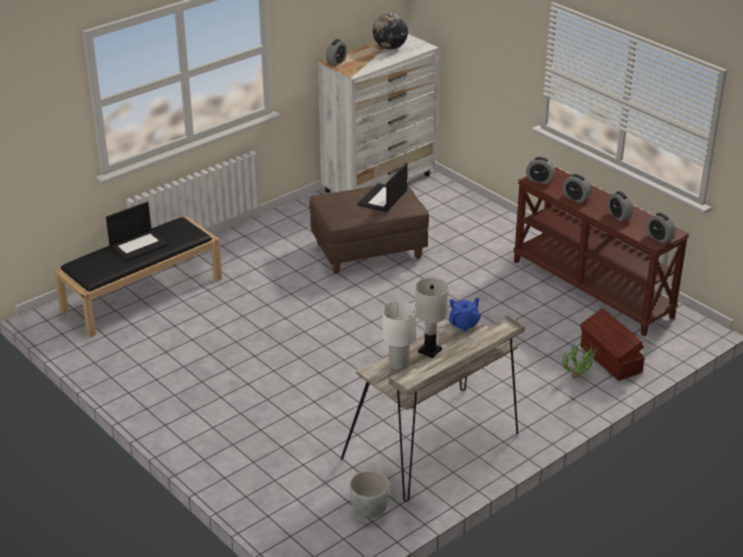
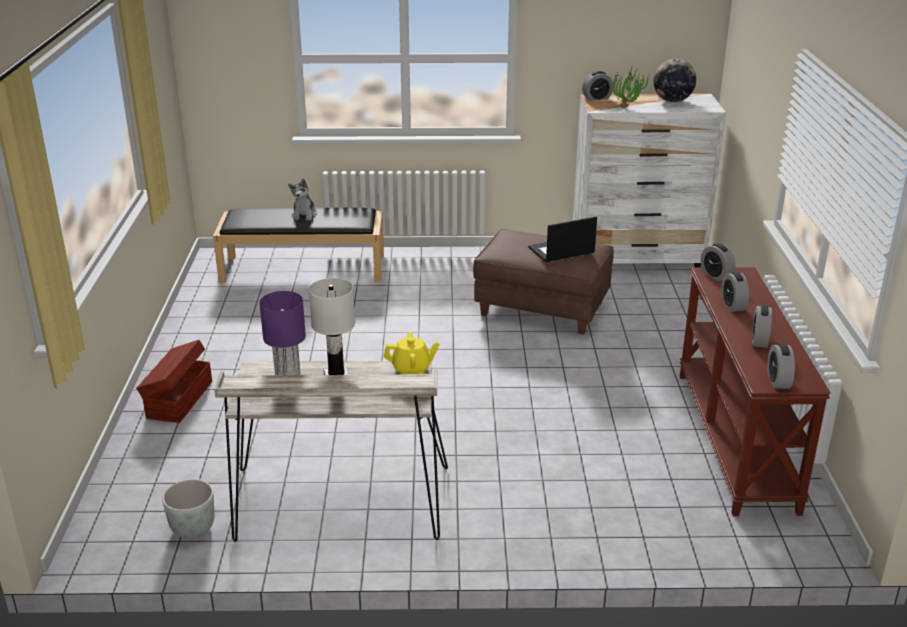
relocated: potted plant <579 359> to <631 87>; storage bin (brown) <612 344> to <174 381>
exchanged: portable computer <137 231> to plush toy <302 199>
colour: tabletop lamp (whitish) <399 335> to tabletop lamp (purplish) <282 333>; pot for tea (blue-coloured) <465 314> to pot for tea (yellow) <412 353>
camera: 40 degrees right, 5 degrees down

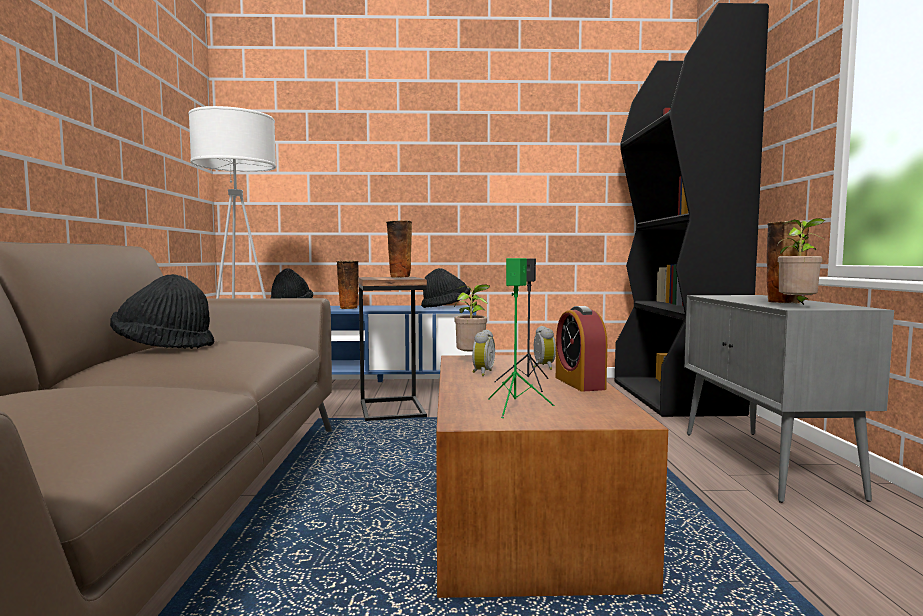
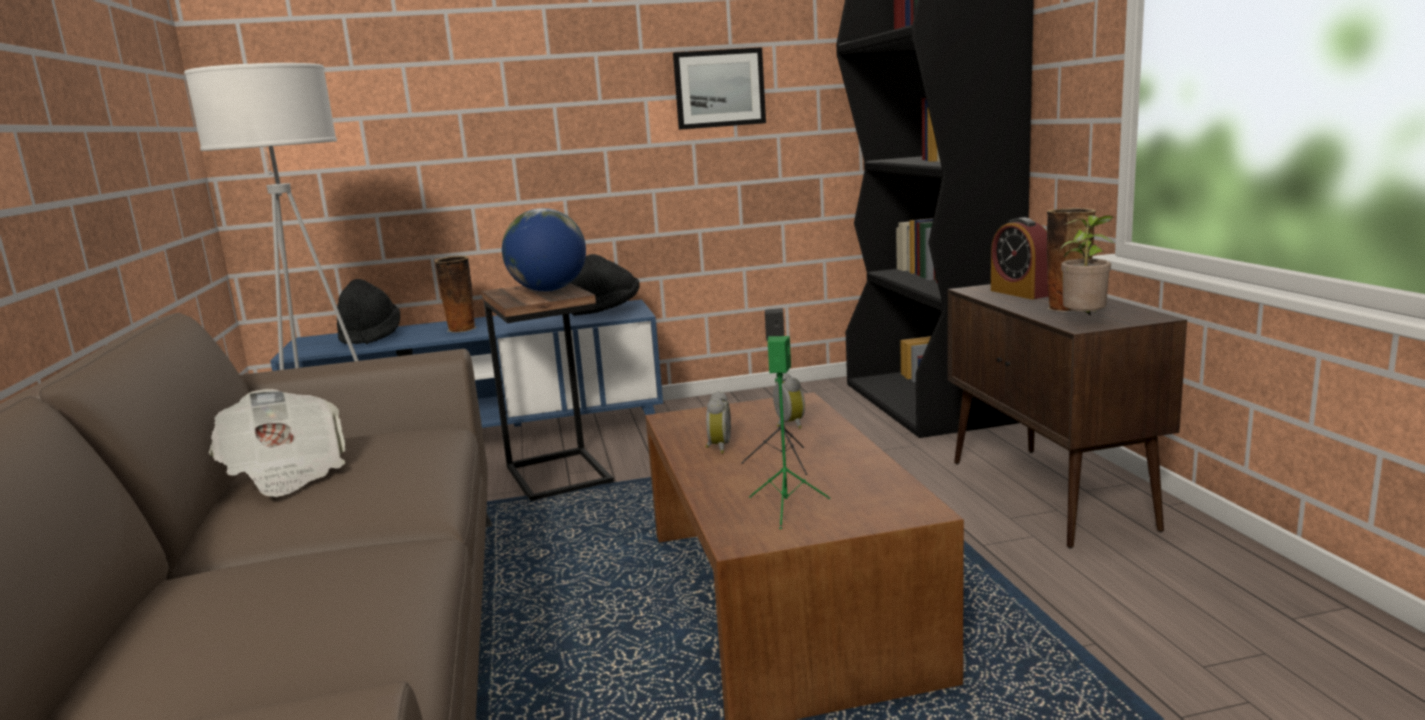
missing: potted plant <472 318>
appeared: picture <719 88>
relocated: table clock <581 348> to <1020 258>
exchanged: hat (black) <162 311> to daily paper <277 443>; vase <399 249> to desk globe <544 250>
colour: cabinet (grey) <789 399> to cabinet (brown) <1067 416>
camera: 10 degrees left, 10 degrees up

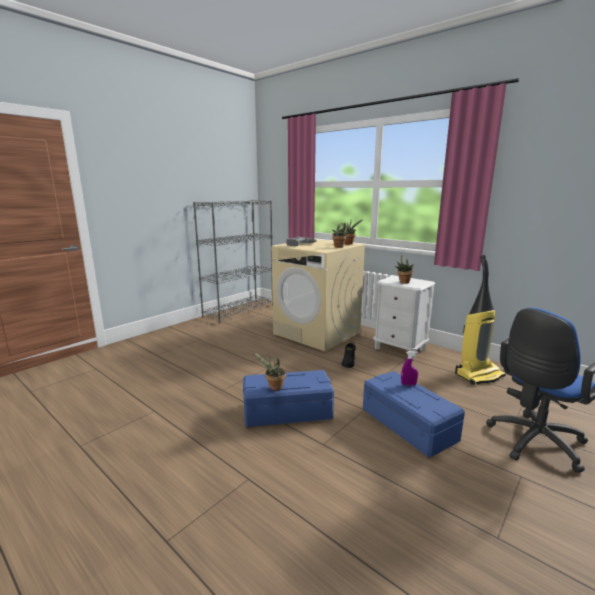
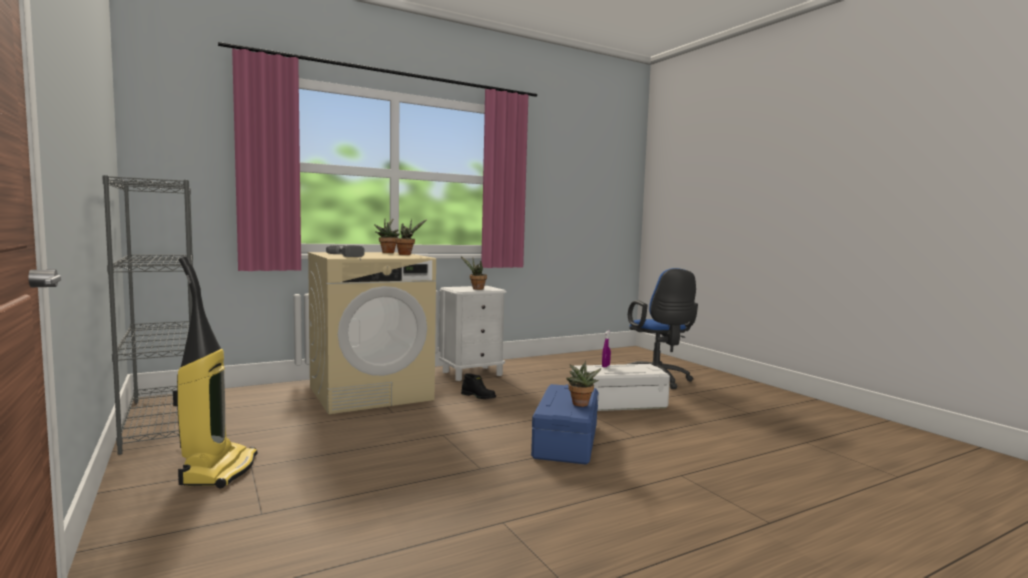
relocated: hoover <480 320> to <215 372>
colour: storage bin (blue-coloured) <414 414> to storage bin (whitish) <621 387>
camera: 70 degrees left, 10 degrees down

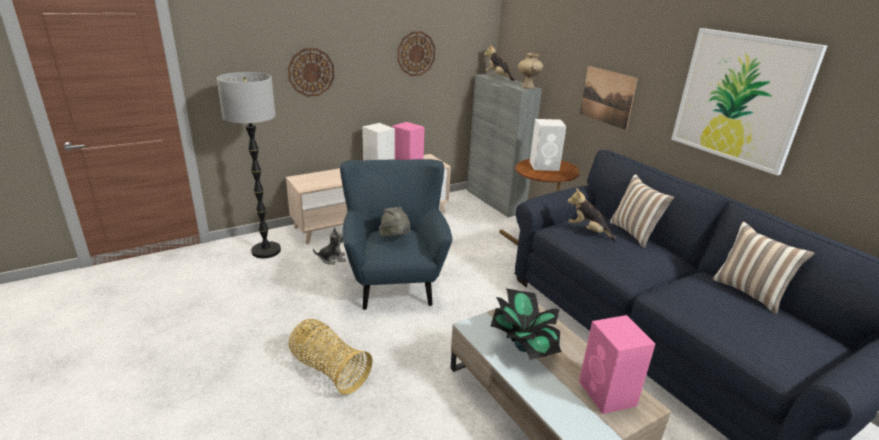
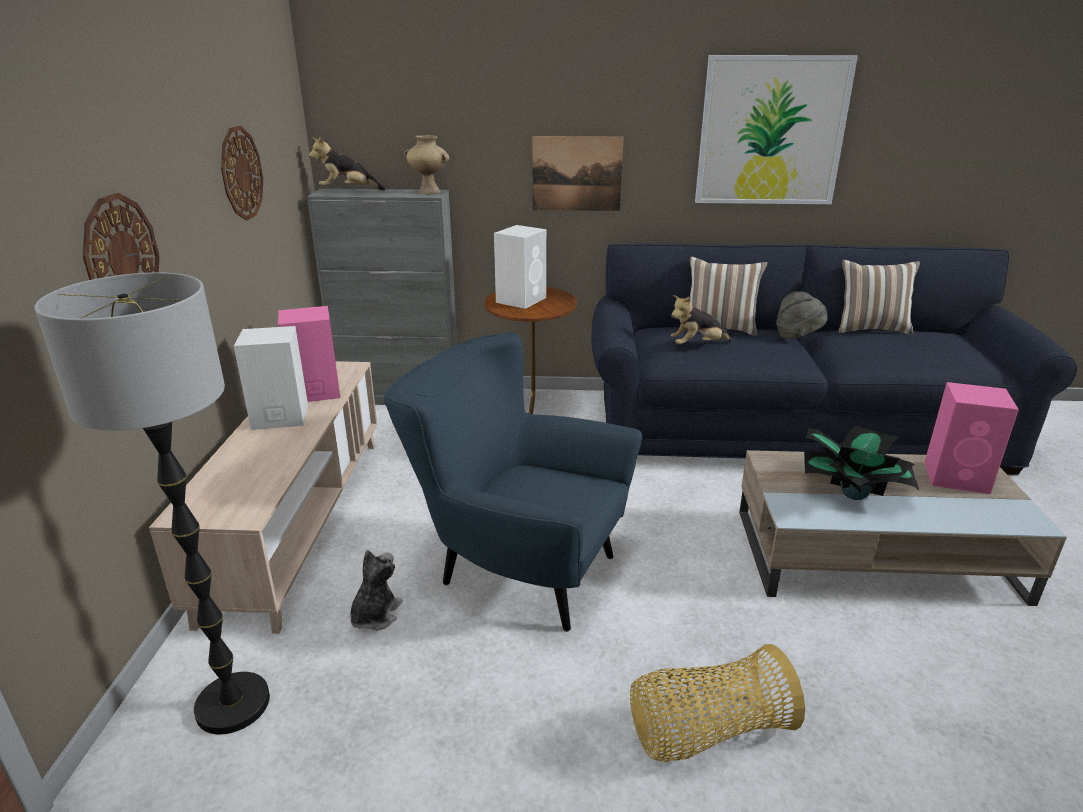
relocated: hat (grey) <394 221> to <802 315>
camera: 55 degrees left, 0 degrees up

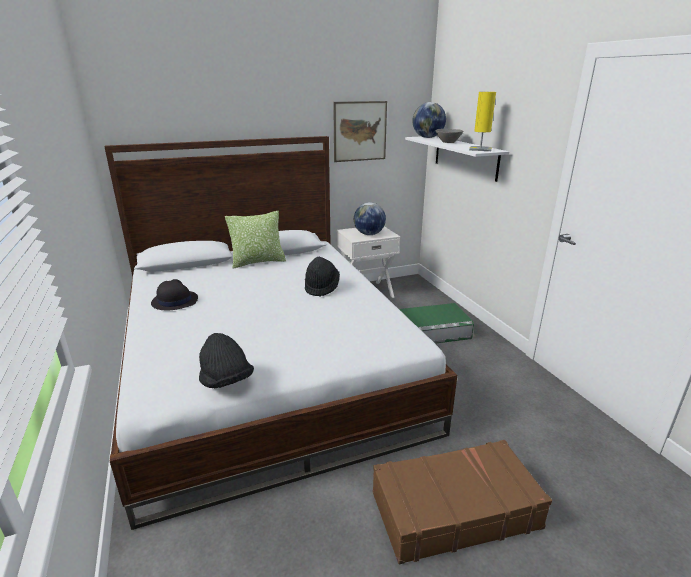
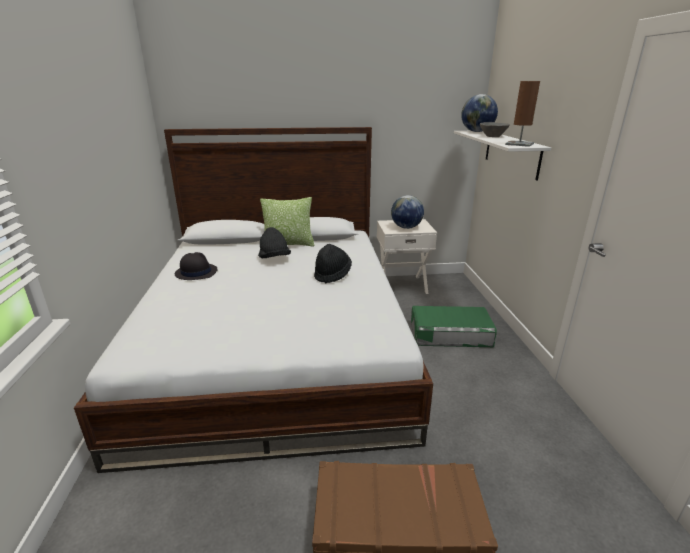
missing: picture <360 131>
relocated: hat (black) <226 360> to <274 242>
colour: tabletop lamp (yellow) <482 121> to tabletop lamp (brown) <522 114>
camera: 15 degrees right, 0 degrees up

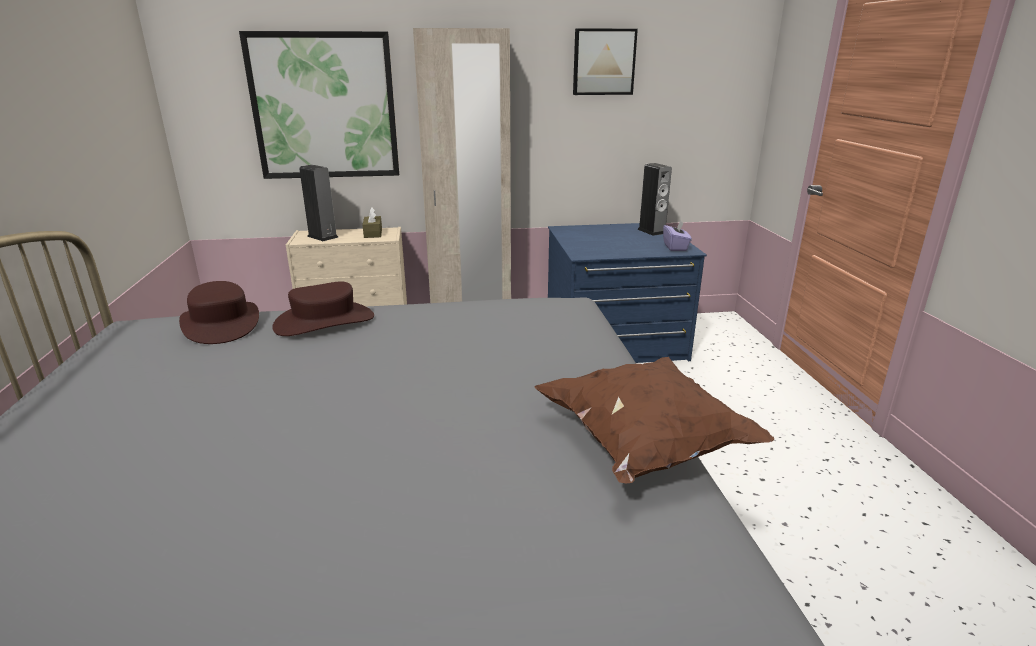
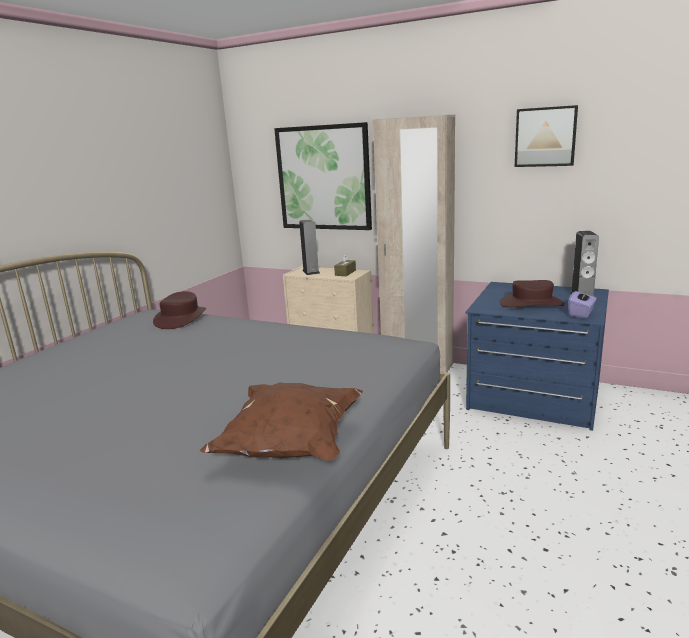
relocated: hat (brown) <323 308> to <532 293>
camera: 35 degrees right, 5 degrees down

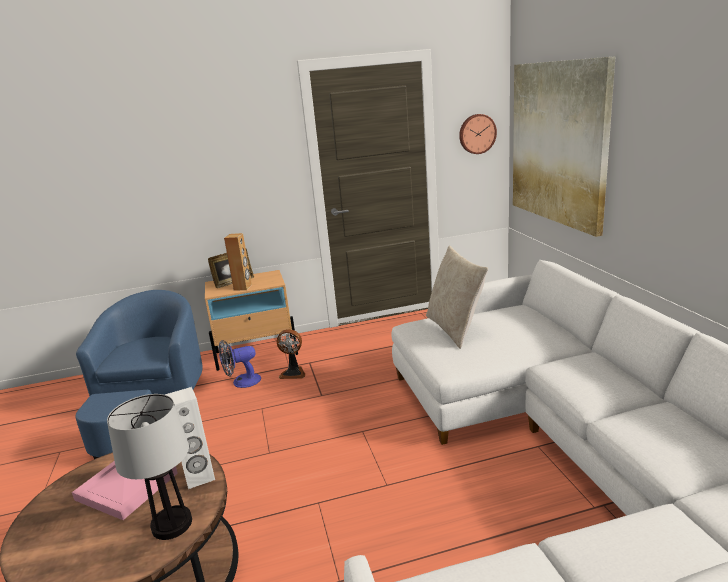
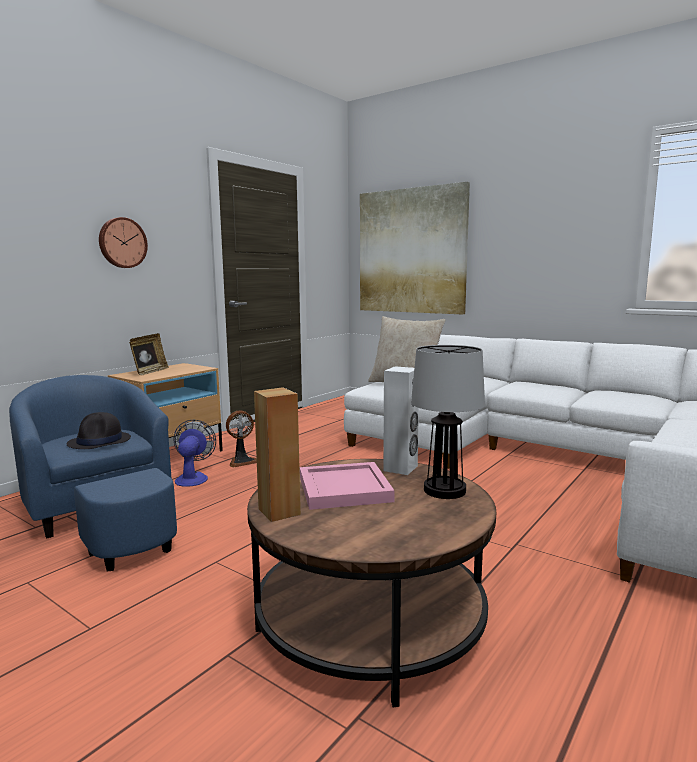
appeared: hat (black) <99 430>
relocated: loudspeaker (brown) <238 262> to <277 454>; hanging clock <478 134> to <123 242>
spun: fan <240 364> = <194 453> 150 degrees clockwise
camera: 40 degrees left, 10 degrees down

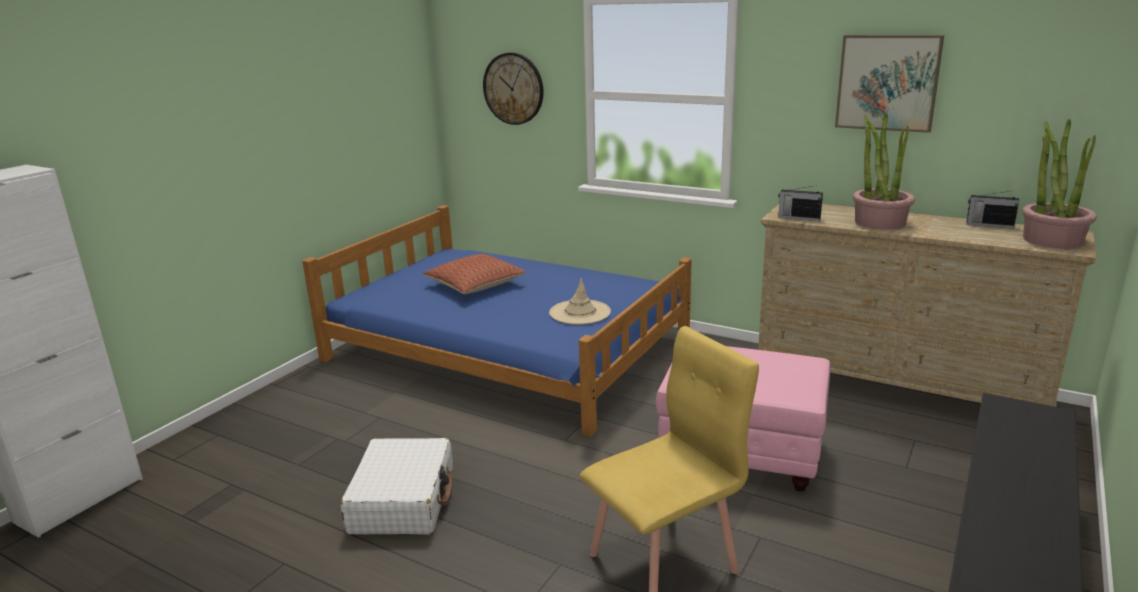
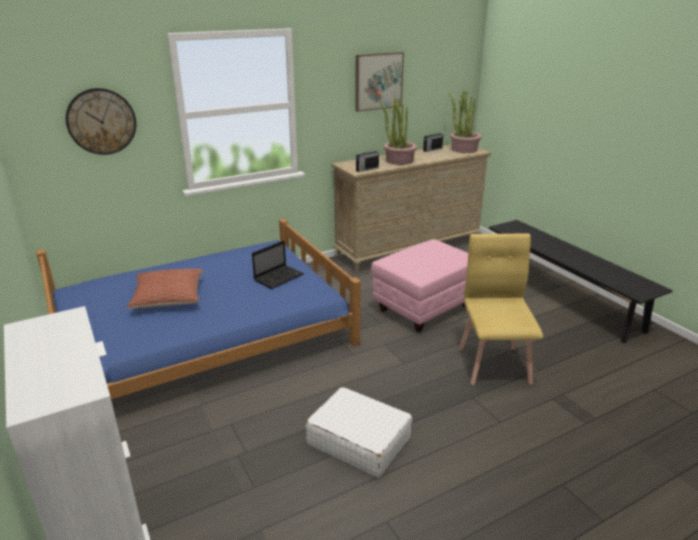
exchanged: hat (sand-coloured) <580 301> to portable computer <278 264>
camera: 60 degrees left, 5 degrees up

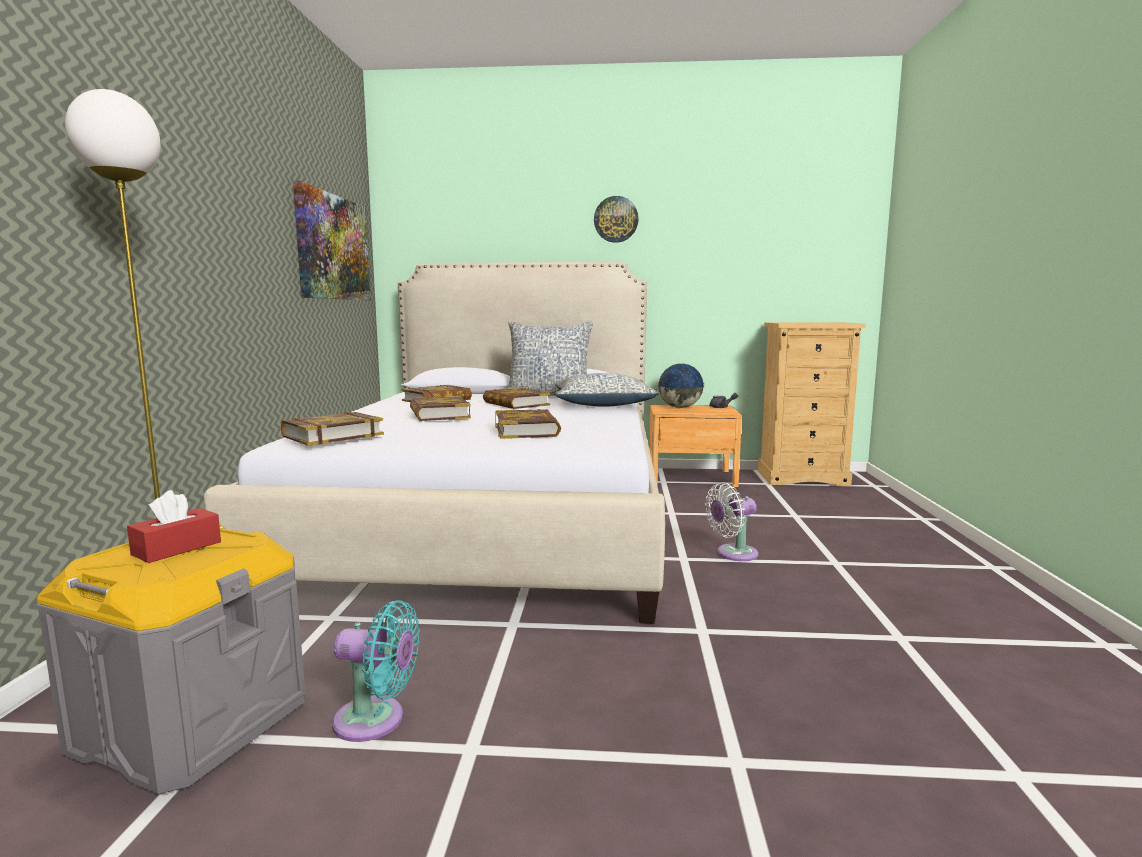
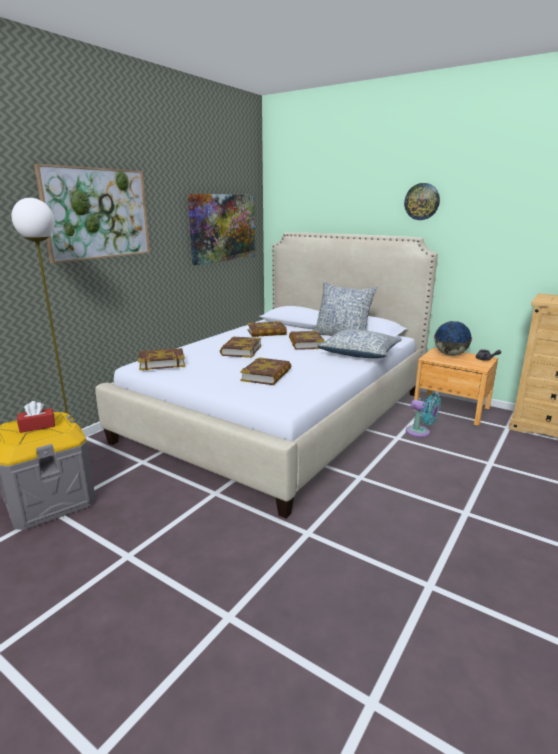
missing: fan (whitish) <732 522>
appeared: picture <92 213>
relocated: fan (blue-green) <376 671> to <423 415>
camera: 30 degrees right, 10 degrees up

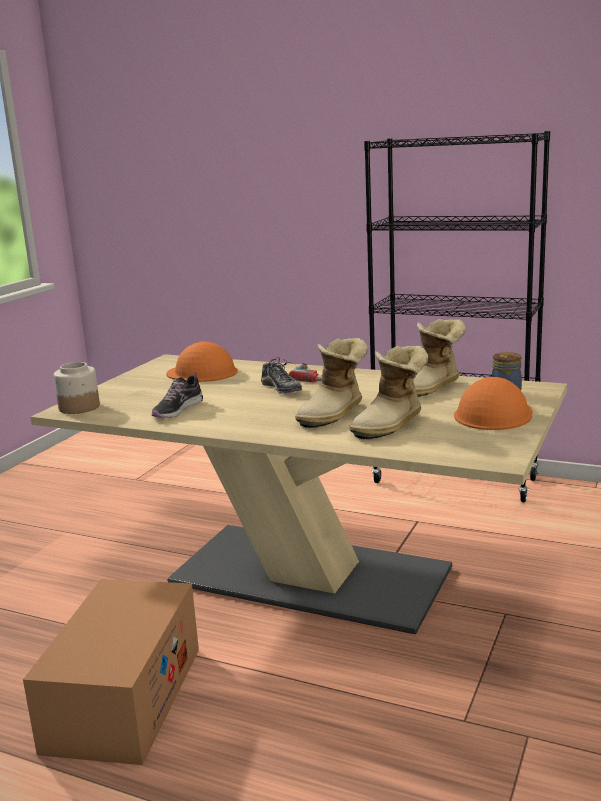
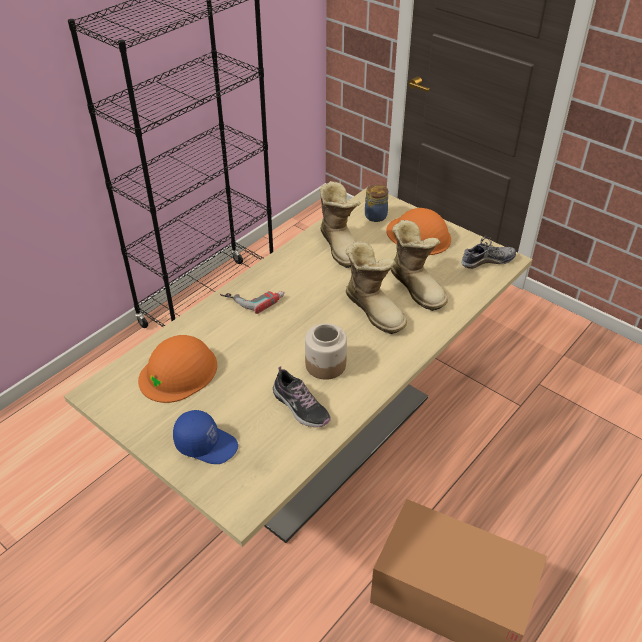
appeared: peaked cap (blue-coloured) <205 437>
relocated: jar <77 388> to <326 351>; item of footwear <281 375> to <488 252>
camera: 75 degrees left, 25 degrees up

